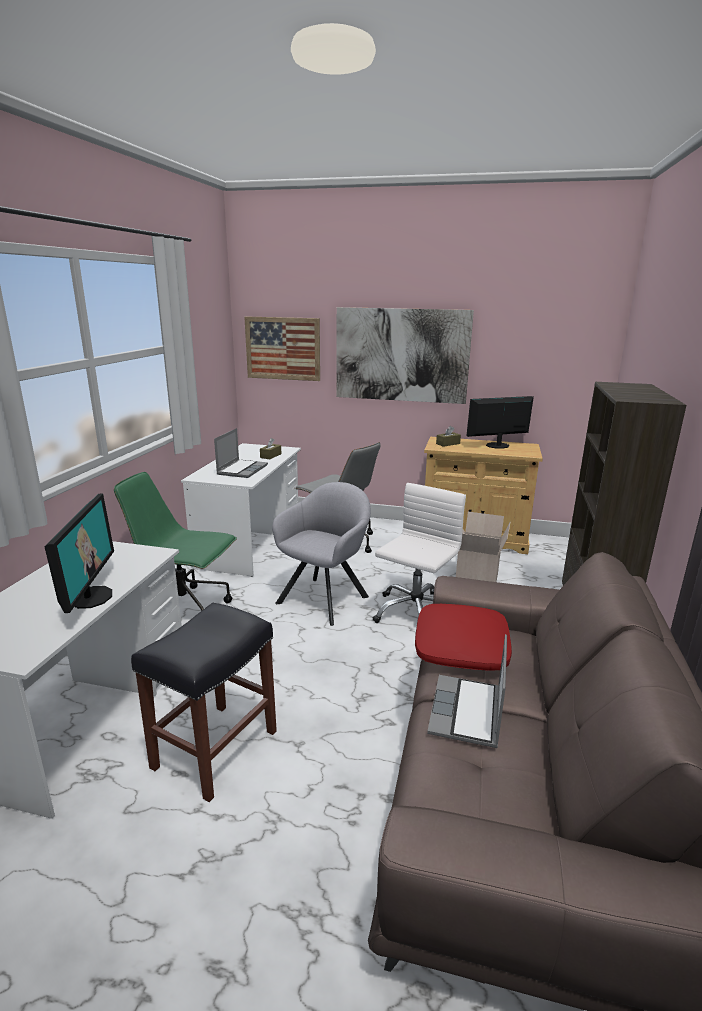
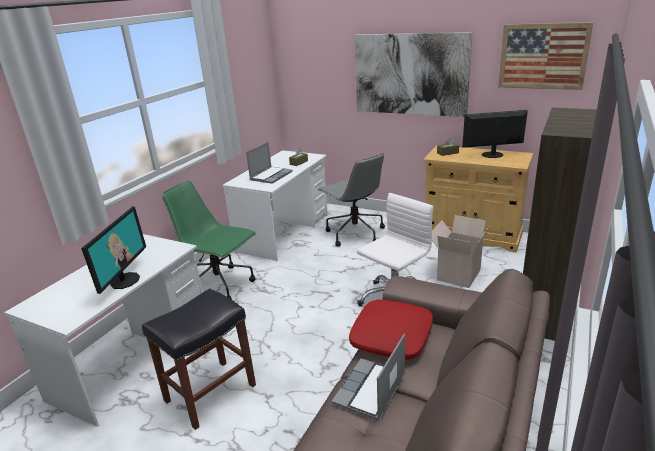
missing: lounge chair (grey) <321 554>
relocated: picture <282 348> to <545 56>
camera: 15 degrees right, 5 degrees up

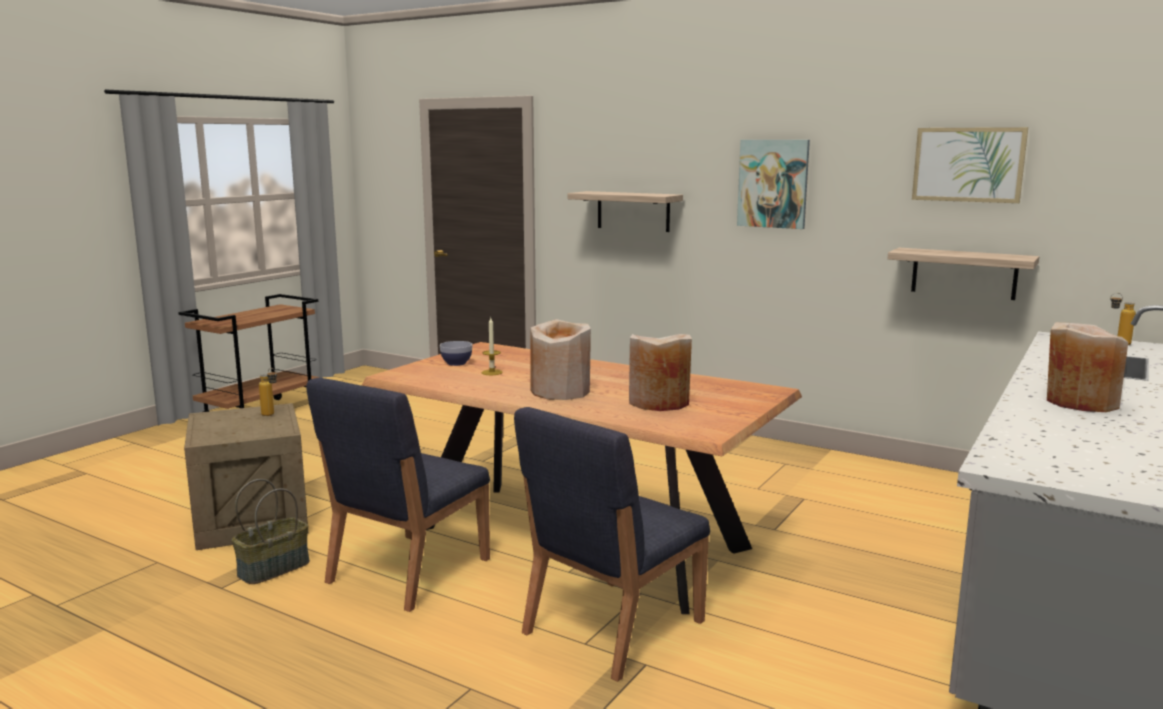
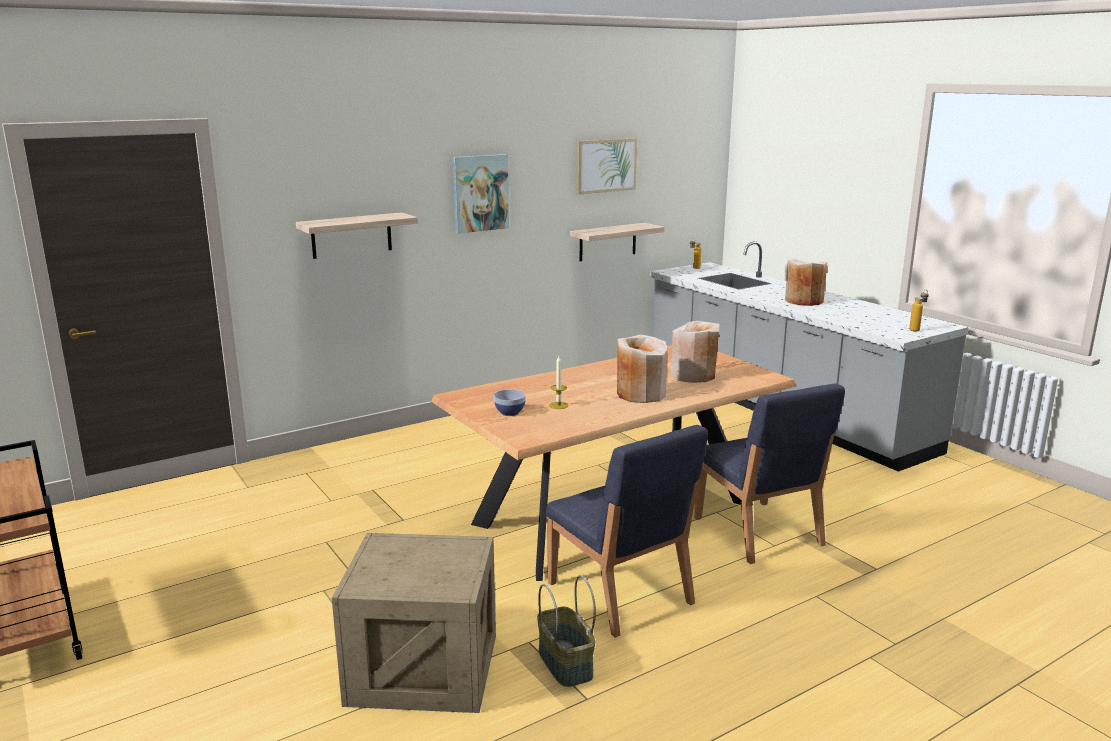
relocated: drink bottle <268 392> to <919 311>
camera: 65 degrees left, 5 degrees up

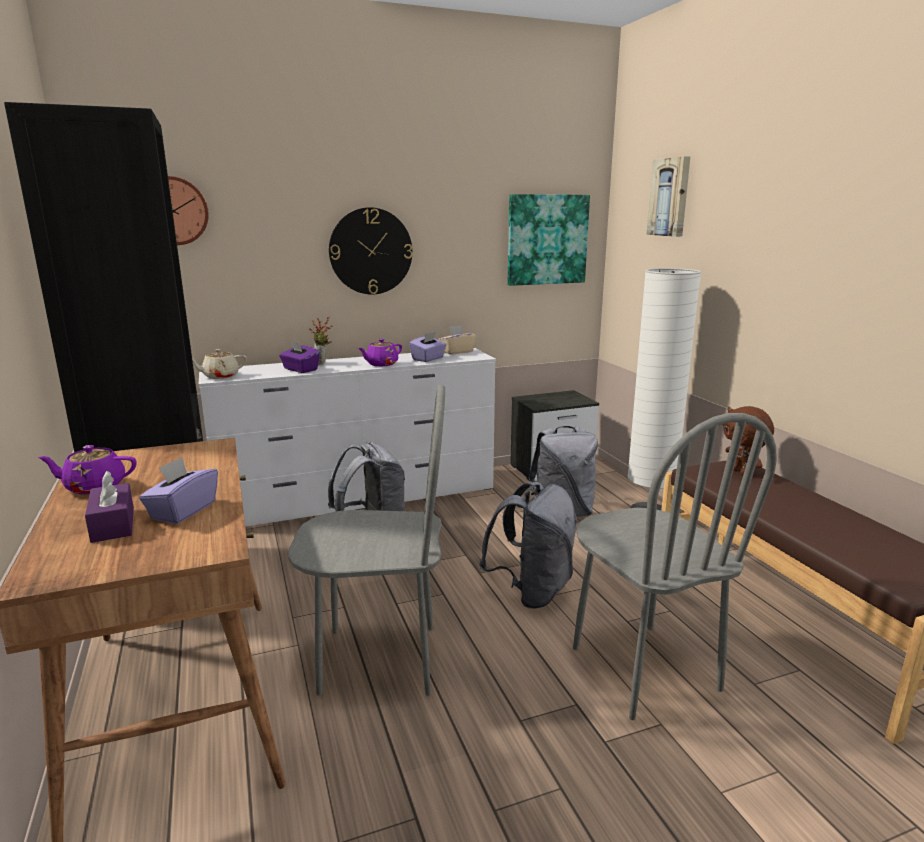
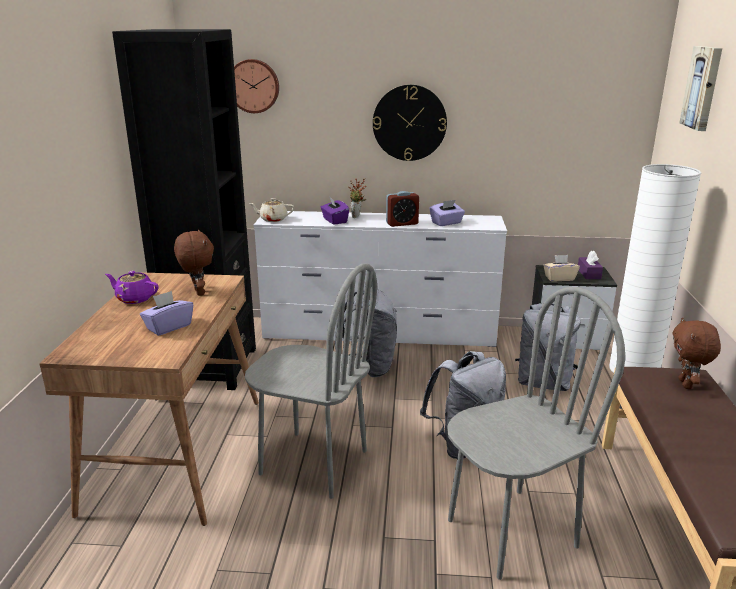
missing: picture <548 240>
appeared: plush toy (brown) <194 263>
relocated: tissue box (purplish) <109 507> to <590 264>; tissue box (sand-coloured) <457 340> to <561 268>
exchanged: pot for tea (purplish) <380 352> to table clock <402 209>
spun: upright chair (grey) <675 566> = <536 433> 120 degrees counterclockwise
camera: 25 degrees right, 5 degrees up

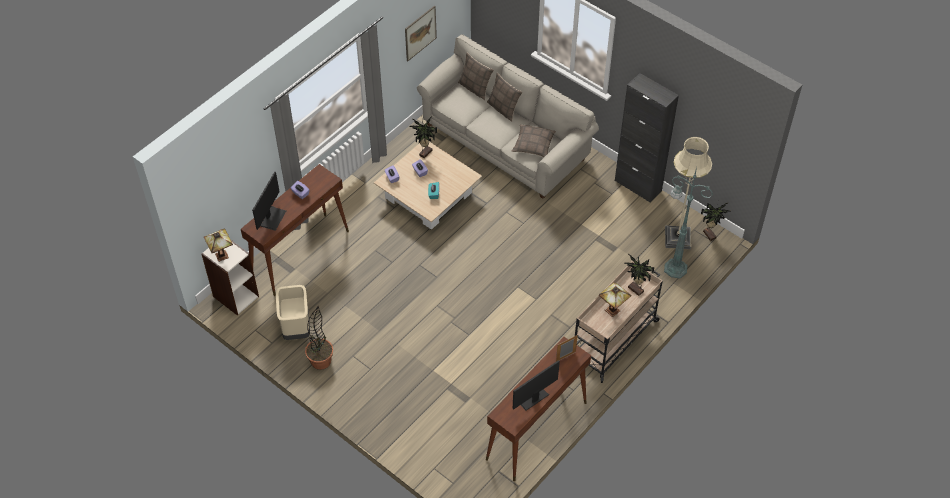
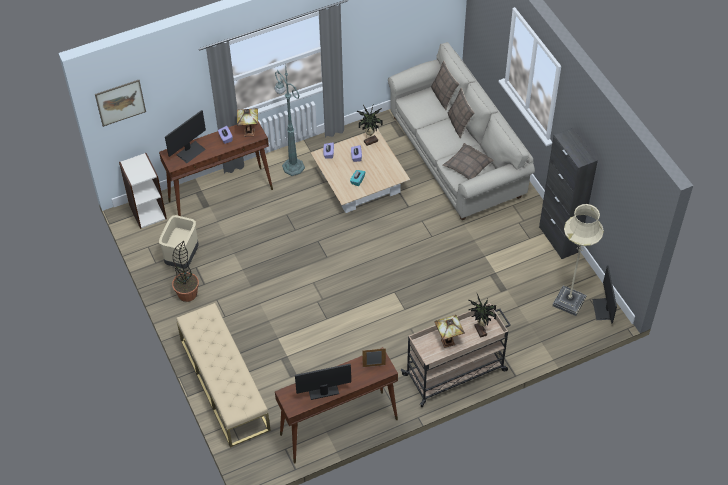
appeared: indoor bench (sand-coloured) <223 375>
relocated: tabletop lamp <218 245> to <247 122>; picture <421 33> to <120 103>; standing lamp (greenish) <688 223> to <289 119>
exchanged: potted plant <716 222> to computer screen <604 294>
camera: 25 degrees right, 0 degrees up

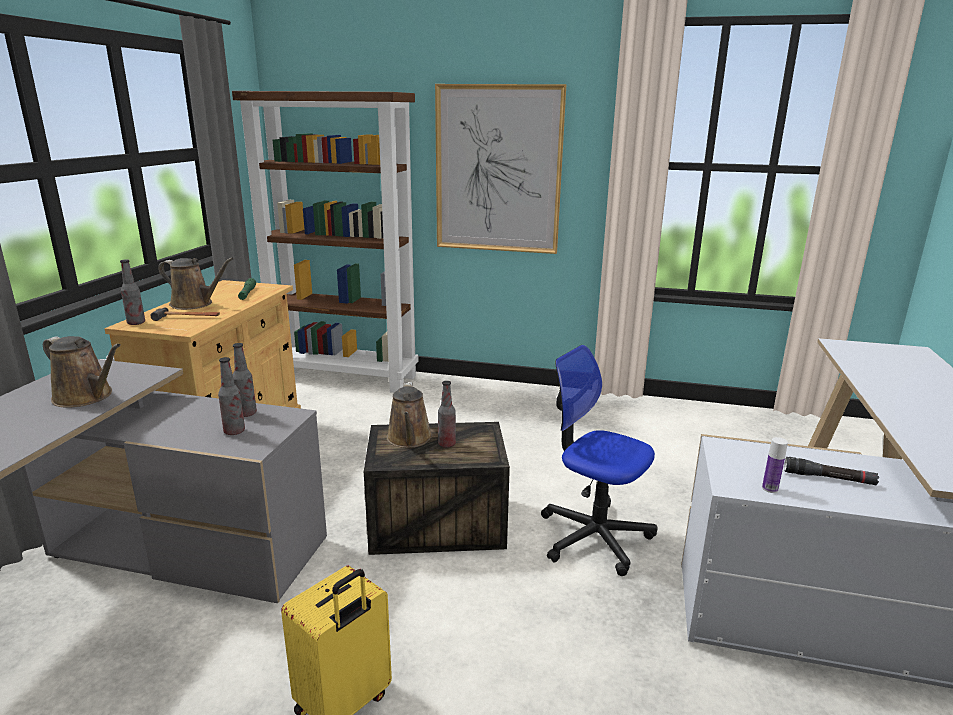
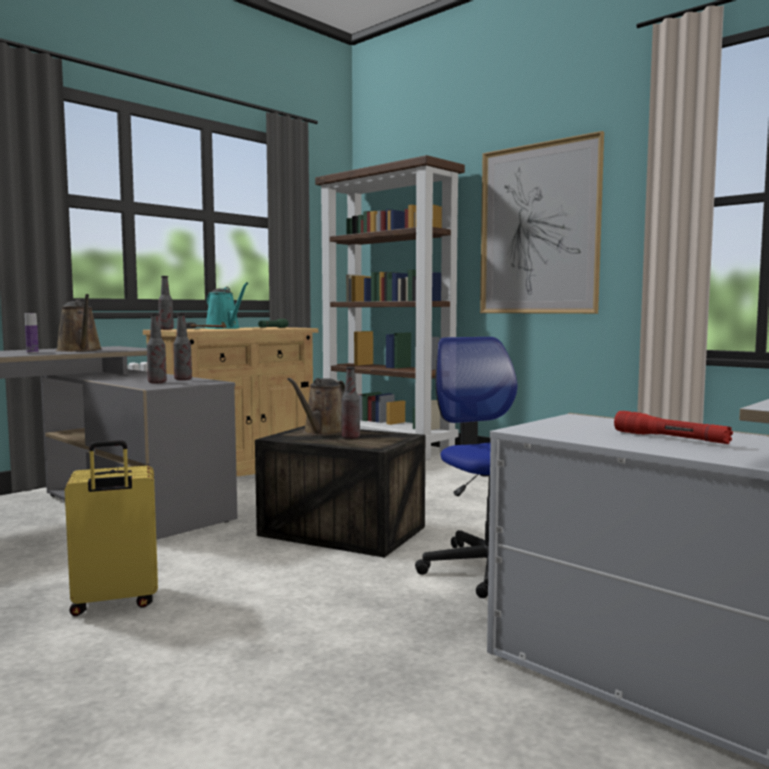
relocated: drink bottle <775 465> to <32 333>
colour: sprinkling can (brown) <196 283> to sprinkling can (blue-green) <227 305>; flashlight (black) <831 471> to flashlight (reddish) <673 427>
camera: 30 degrees right, 15 degrees down

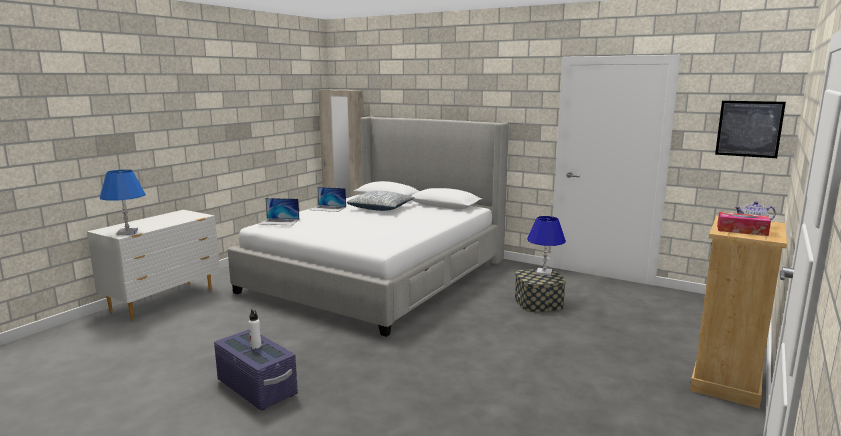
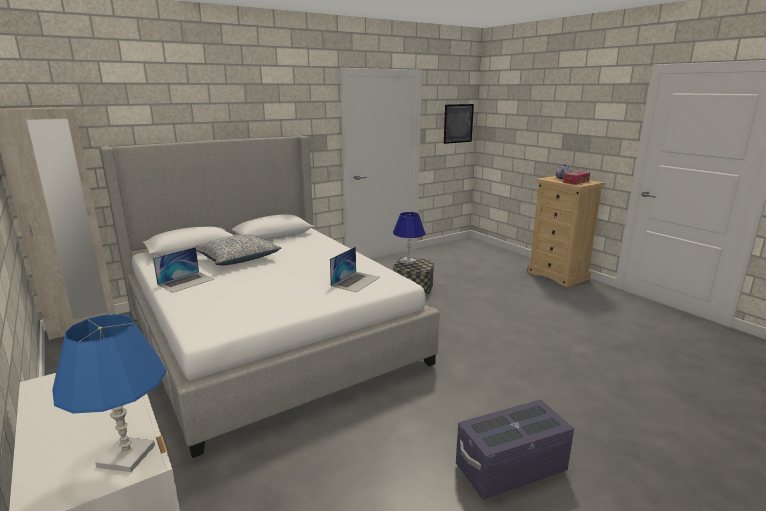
missing: drink bottle (whitish) <254 329>
relocated: portable computer <278 211> to <355 269>
camera: 65 degrees left, 5 degrees up

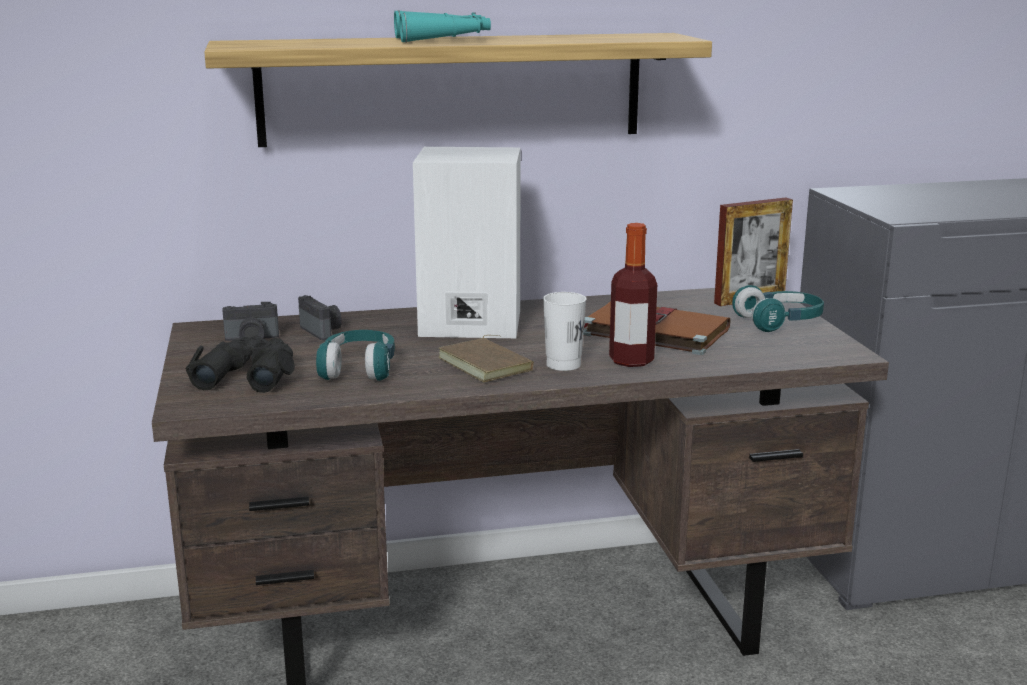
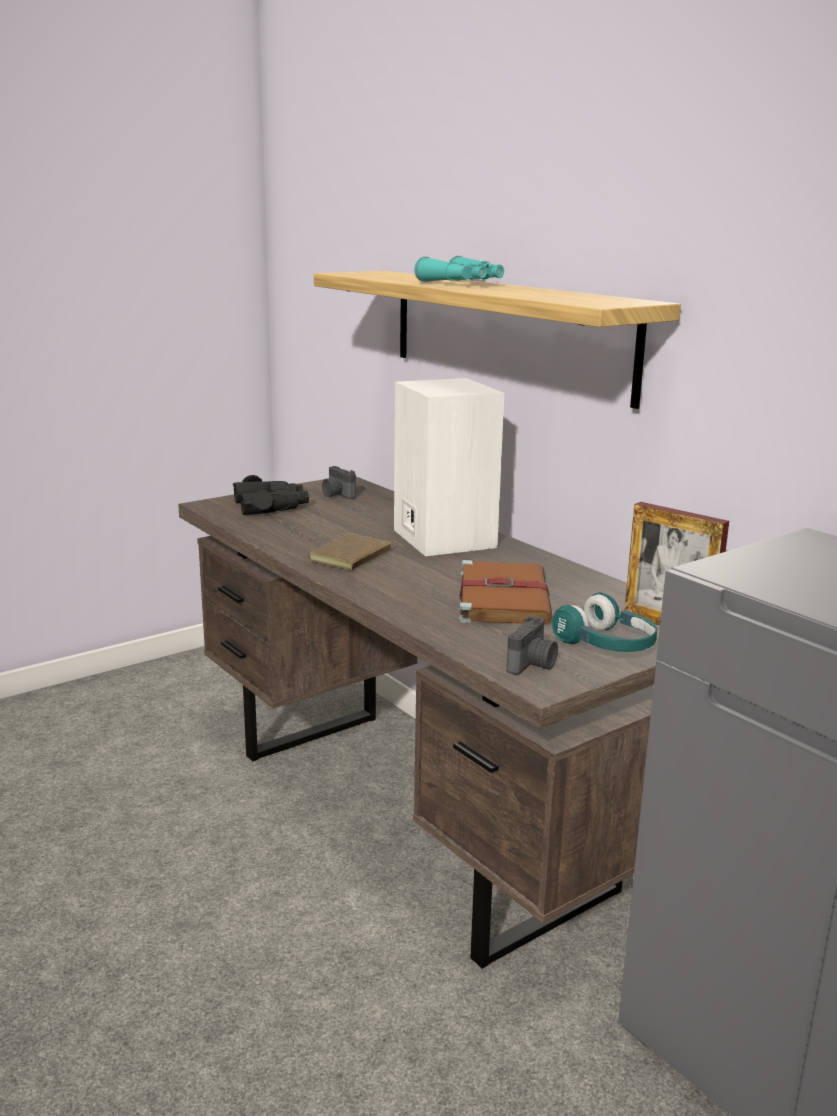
missing: headphones (blue-green) <355 355>; drinking cup (whitish) <565 331>; drink bottle <633 295>
relocated: photo camera <320 317> to <532 645>
camera: 65 degrees right, 0 degrees up

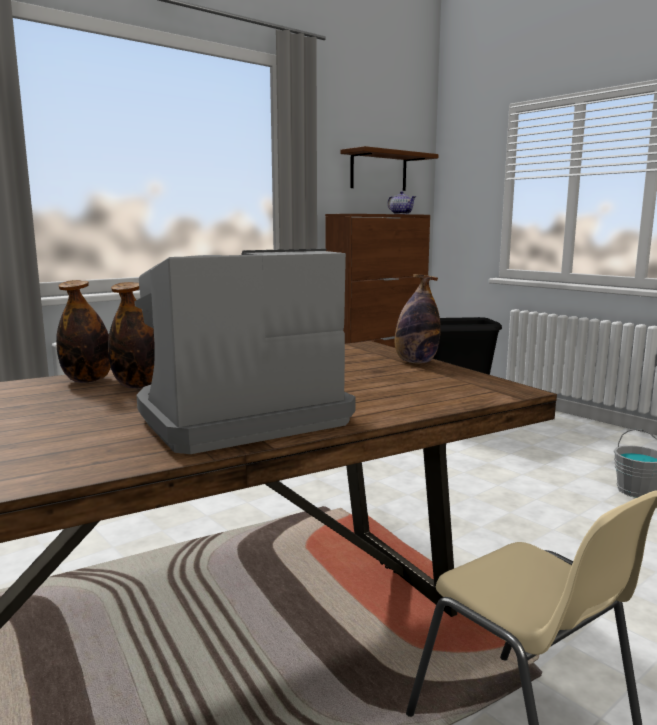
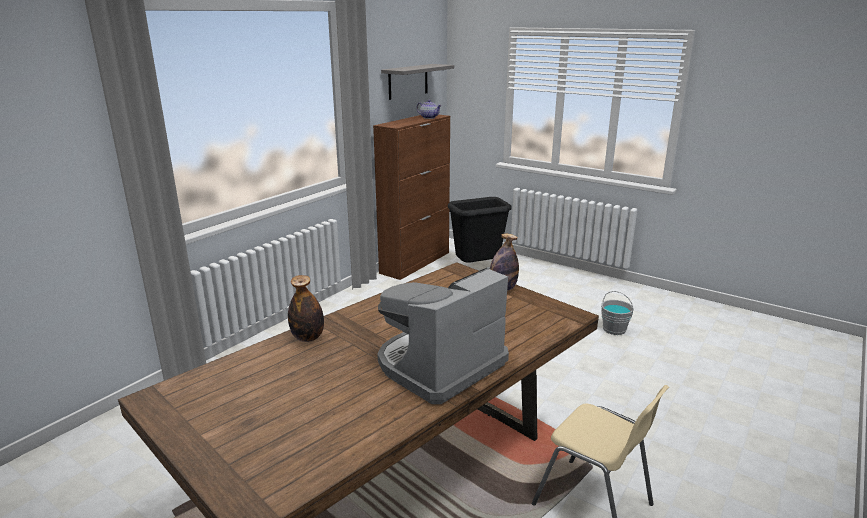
missing: drink bottle <131 335>
colour: bracket shelf (brown) <390 168> to bracket shelf (grey) <417 82>
camera: 15 degrees left, 10 degrees up

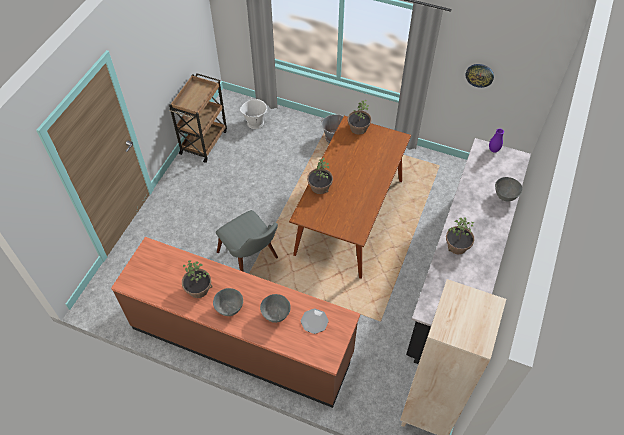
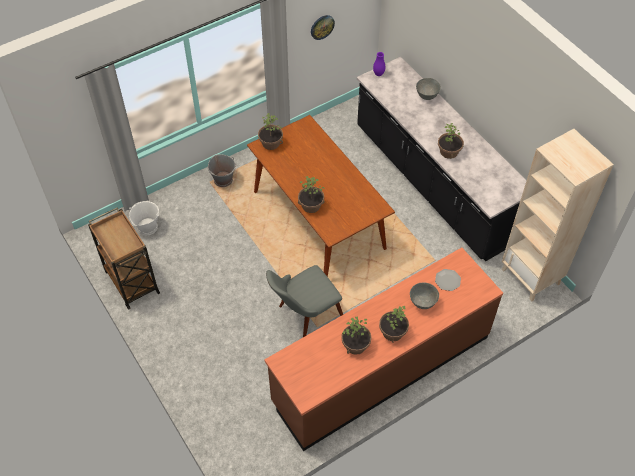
exchanged: deep dish (grey) <228 302> to potted plant <394 324>
spun: upright chair (grey) <247 241> = <304 301> 150 degrees clockwise
camera: 55 degrees left, 0 degrees up

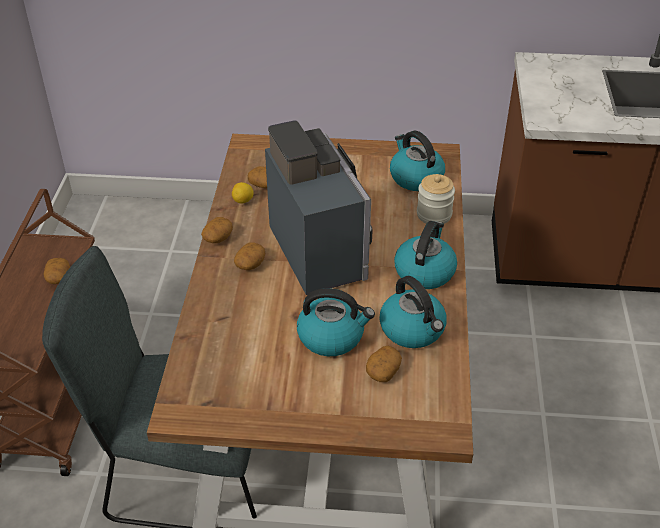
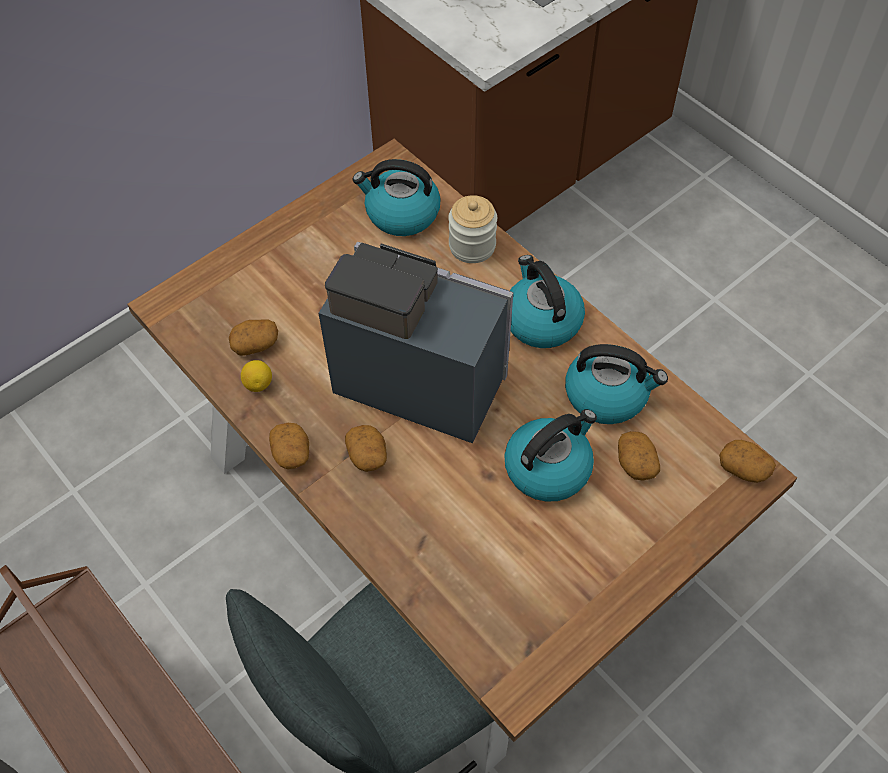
relocated: spud <57 271> to <747 461>
camera: 45 degrees left, 15 degrees up

